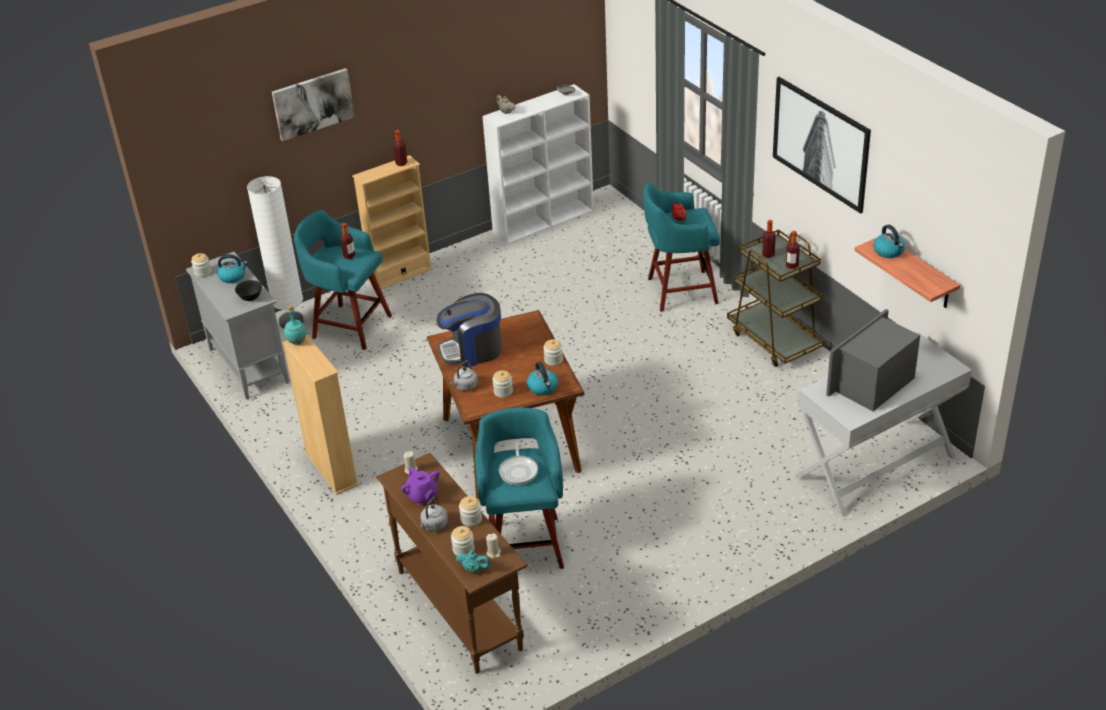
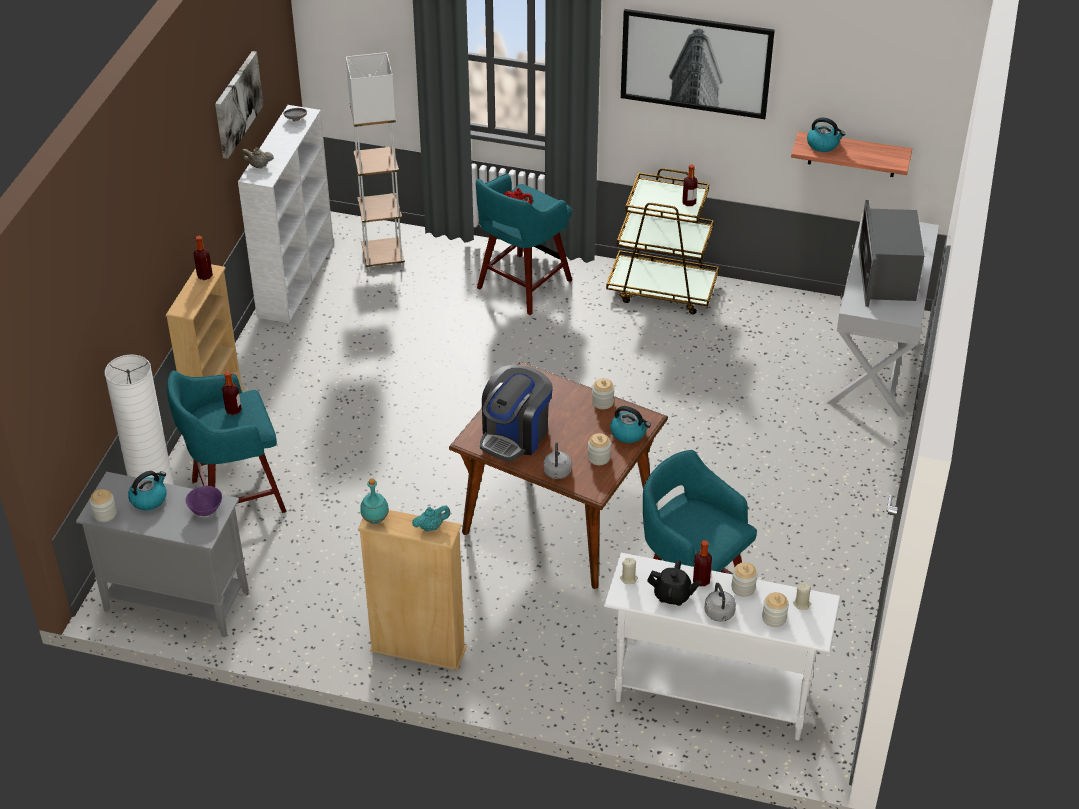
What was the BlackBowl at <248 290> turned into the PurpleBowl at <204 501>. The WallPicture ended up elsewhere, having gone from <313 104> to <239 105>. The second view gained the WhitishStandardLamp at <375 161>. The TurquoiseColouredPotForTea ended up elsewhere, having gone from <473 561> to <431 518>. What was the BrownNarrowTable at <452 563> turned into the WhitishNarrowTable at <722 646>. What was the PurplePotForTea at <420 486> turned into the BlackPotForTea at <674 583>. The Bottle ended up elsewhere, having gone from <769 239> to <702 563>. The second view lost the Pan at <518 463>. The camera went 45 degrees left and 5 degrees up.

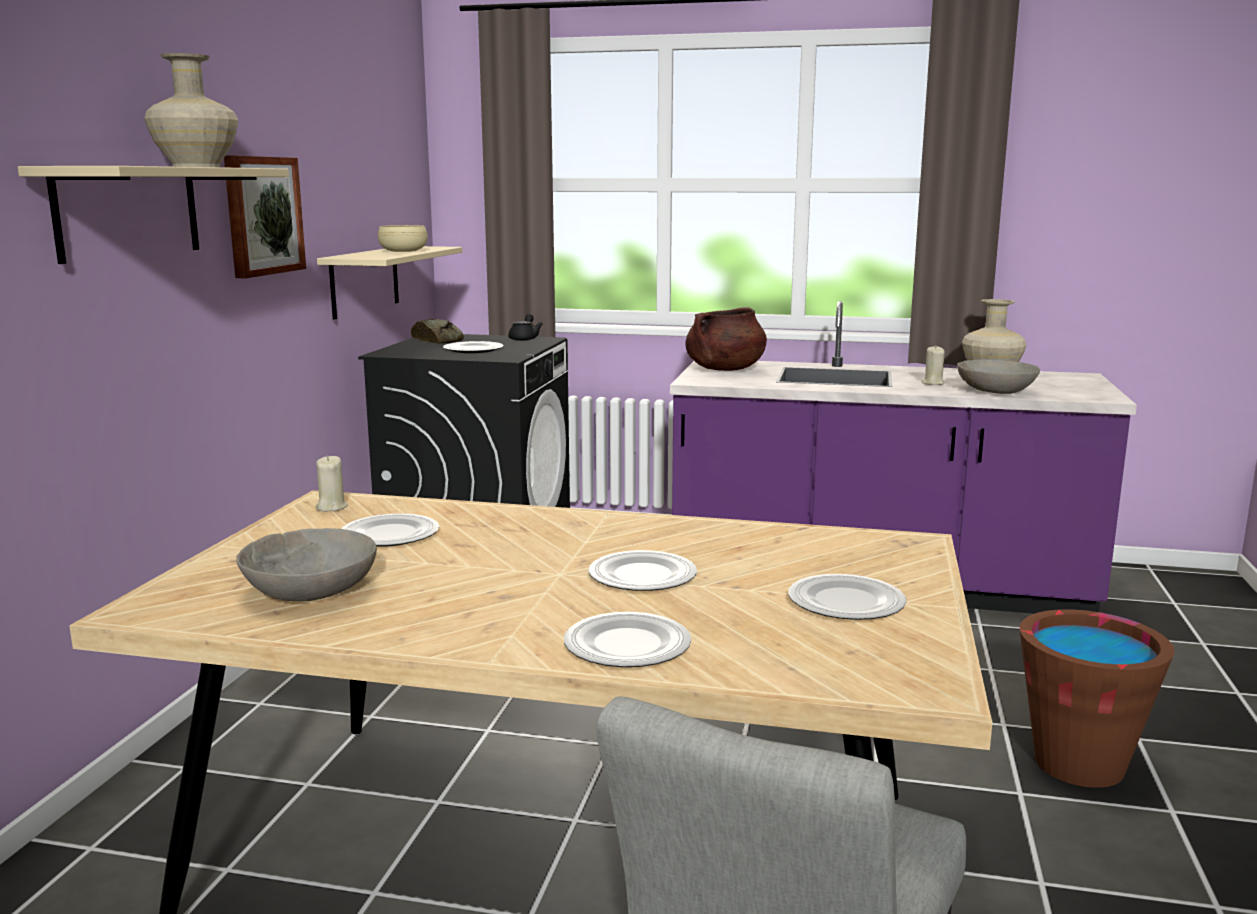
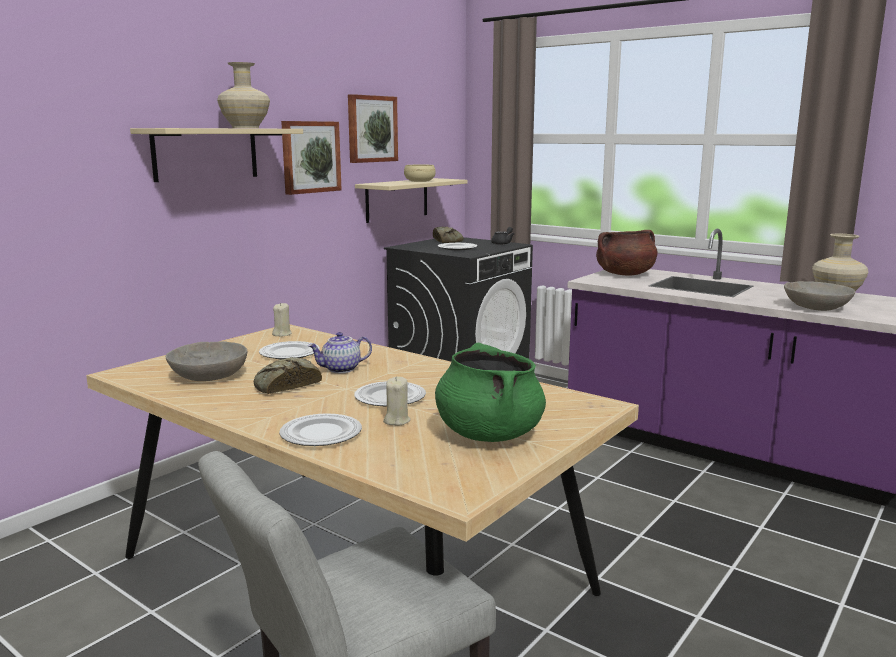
The second view gained the BakedBread at <288 375>. The second view gained the PotForTea at <340 352>. The second view gained the WallPicture at <373 128>. The BeigeWaxLight ended up elsewhere, having gone from <933 365> to <397 401>. Where the FlatDish stood at <847 597>, the GreenColouredCookingPot came to stand at <490 392>. The second view lost the BrownPail at <1097 698>. The camera went 25 degrees right and 0 degrees up.

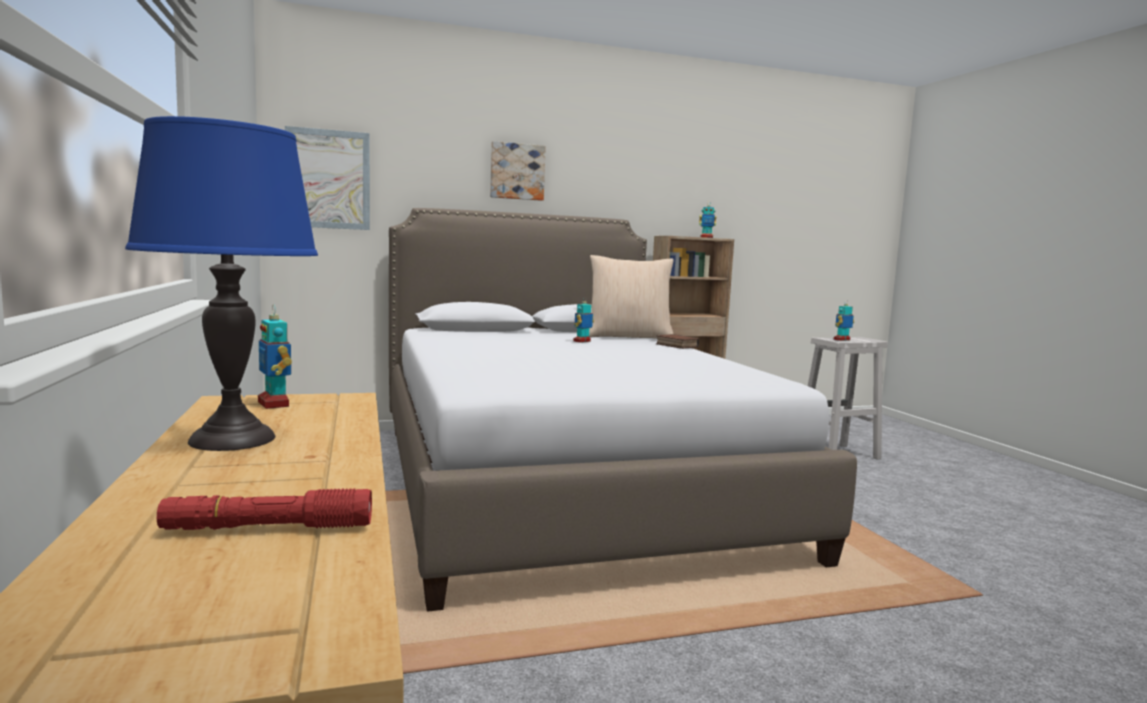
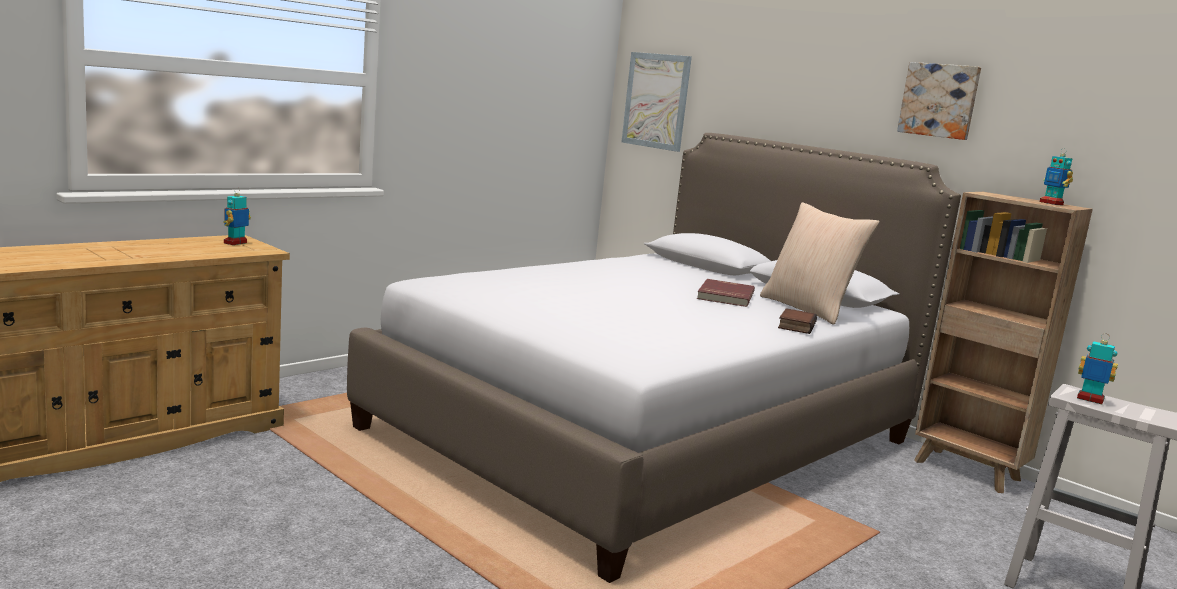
Where the ModelRobot stood at <583 320>, the RedBook came to stand at <726 293>. The WallPicture ended up elsewhere, having gone from <518 171> to <939 101>. The second view lost the BlueColouredLampForATable at <221 283>. The second view lost the RedFlashlight at <264 509>. The camera went 60 degrees right and 5 degrees up.

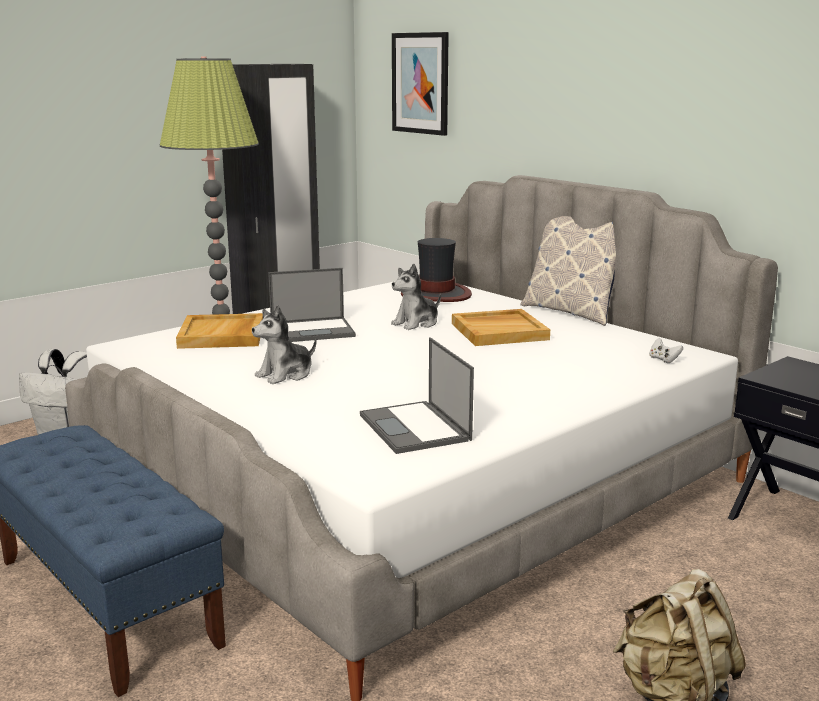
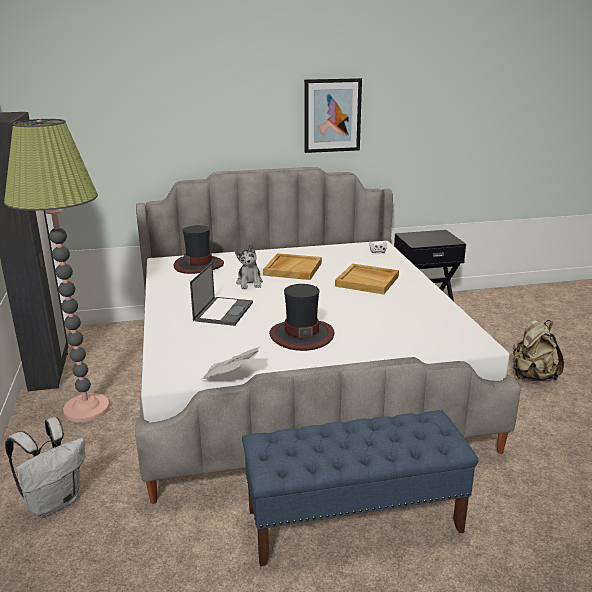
The second view gained the DailyPaper at <231 363>. Where the SoftToy stood at <284 344>, the WearableHat came to stand at <302 317>. The WallPicture ended up elsewhere, having gone from <420 84> to <333 115>. The BeigeTray ended up elsewhere, having gone from <219 331> to <367 278>. The second view lost the PortableComputer at <417 395>. The second view lost the Cushion at <568 271>. The camera went 60 degrees left and 5 degrees up.

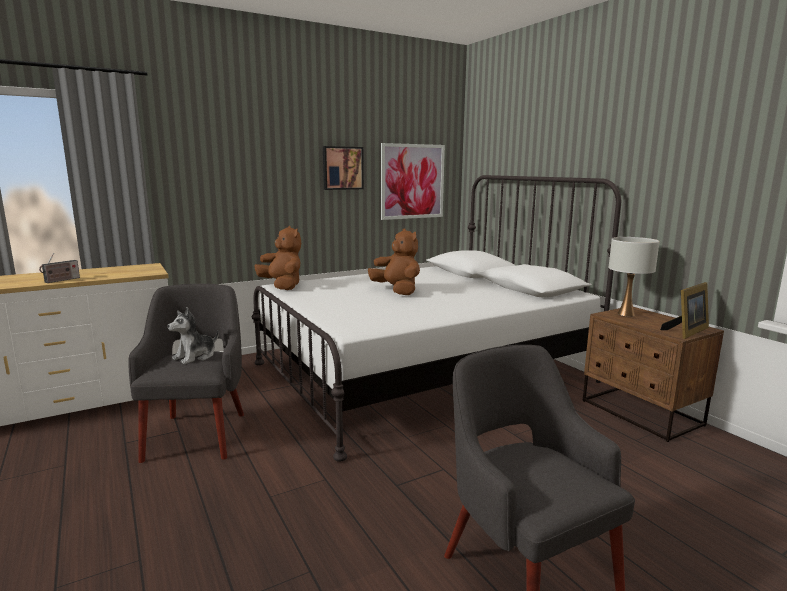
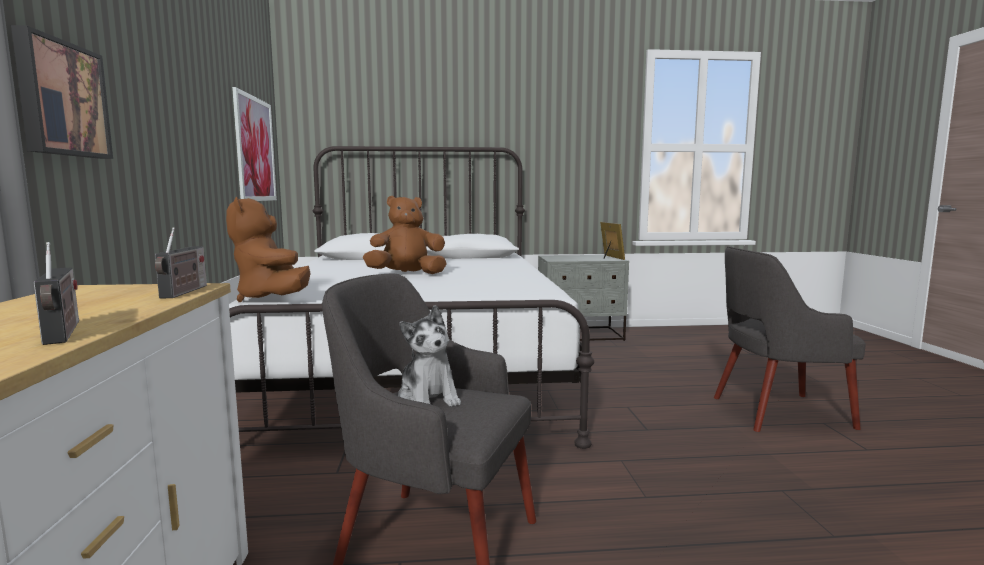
The WallPicture ended up elsewhere, having gone from <343 168> to <62 92>. The second view gained the Radio at <181 262>. The BrownSoftToy at <278 258> ended up facing another way, 105 degrees counterclockwise from before. What was the BrownBedsideTable at <653 374> turned into the GreyishBedsideTable at <583 298>. The second view lost the WhitishLampForATable at <634 277>. The camera went 65 degrees left and 5 degrees down.

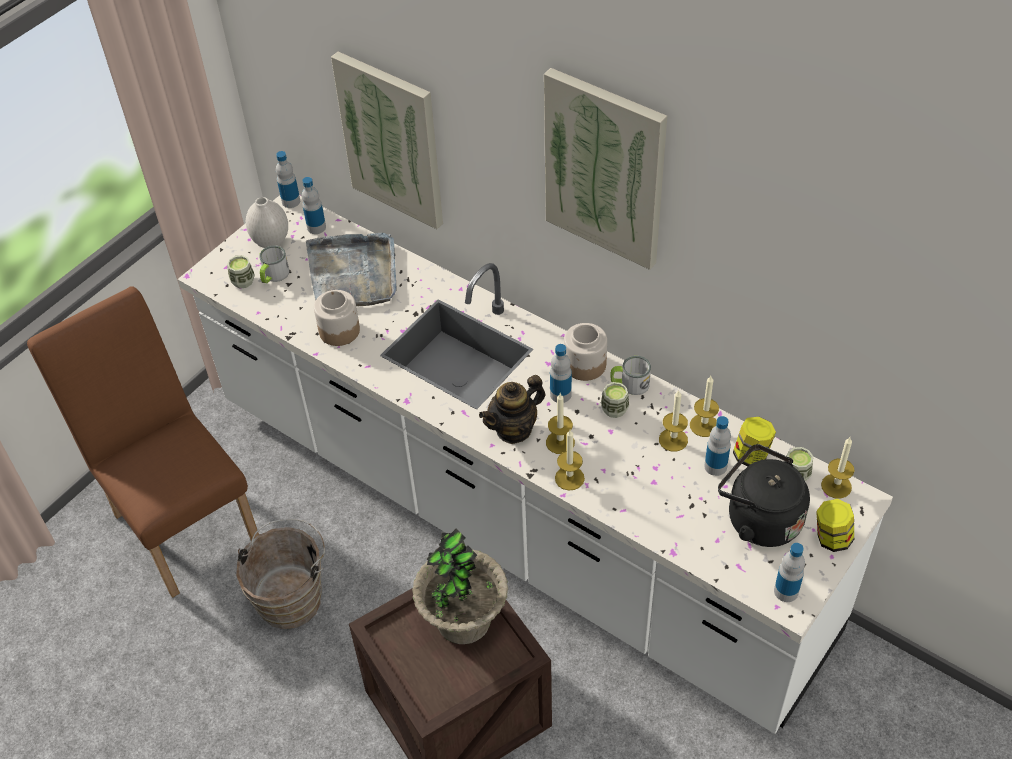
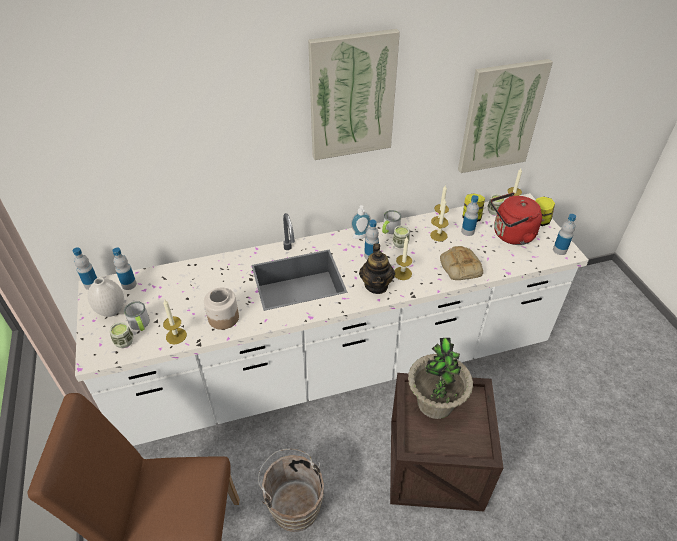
The WaxLight ended up elsewhere, having gone from <570 460> to <175 322>. Where the Jar stood at <585 352>, the SoapBottle came to stand at <361 222>. The second view gained the BakedBread at <461 263>. The WallPicture ended up elsewhere, having gone from <387 140> to <505 116>. What was the BlackTeaKettle at <764 495> turned into the RedTeaKettle at <516 218>. The second view lost the GreyishTray at <351 269>. The camera went 55 degrees left and 5 degrees down.

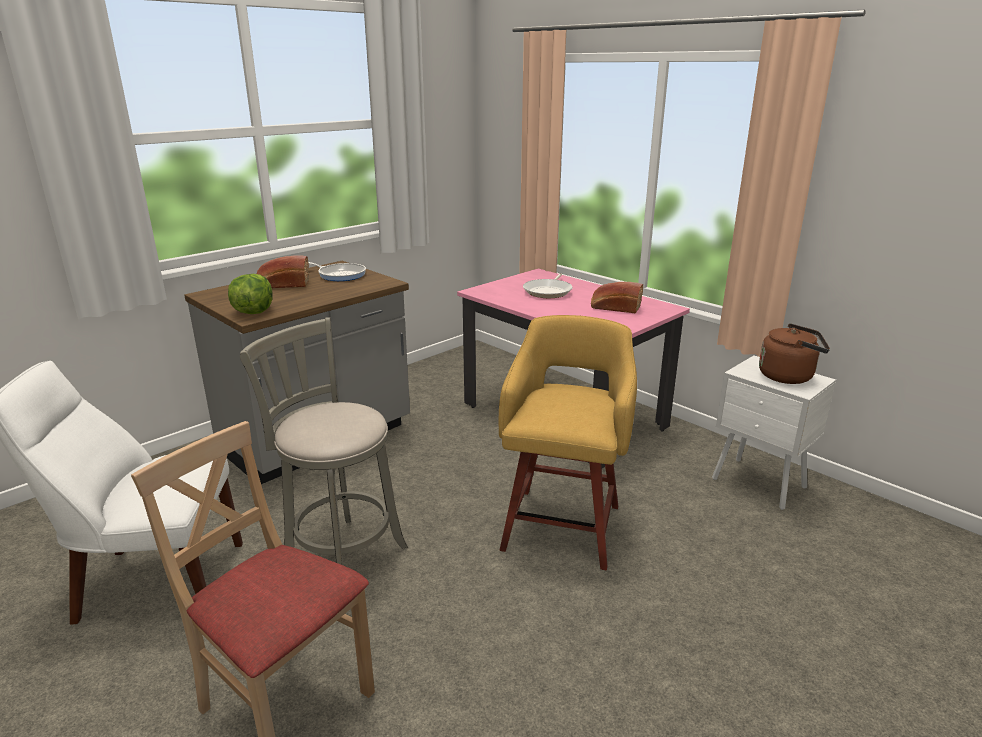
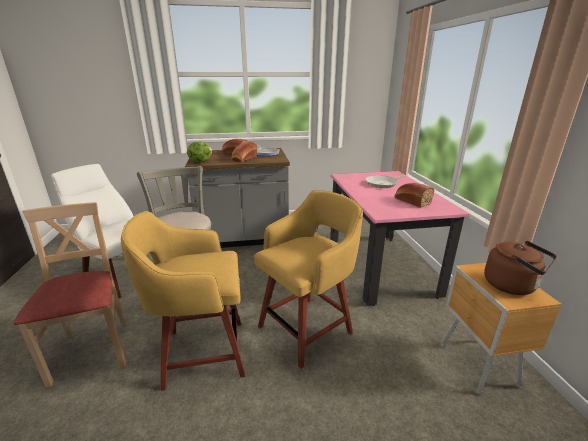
The second view gained the YellowStool at <183 301>. The second view gained the BakedBread at <244 151>. What was the WhitishBedsideTable at <774 433> turned into the BrownBedsideTable at <501 329>. The camera went 35 degrees right and 0 degrees up.

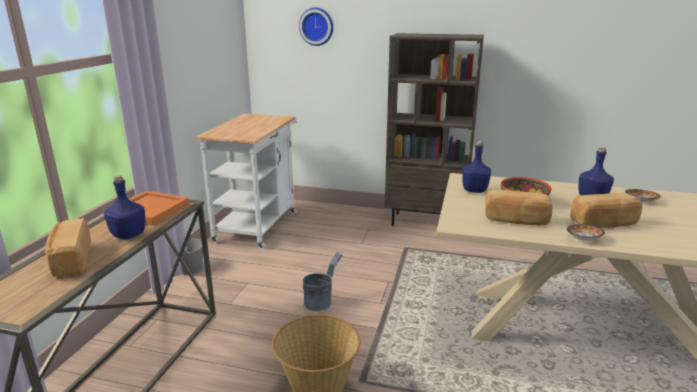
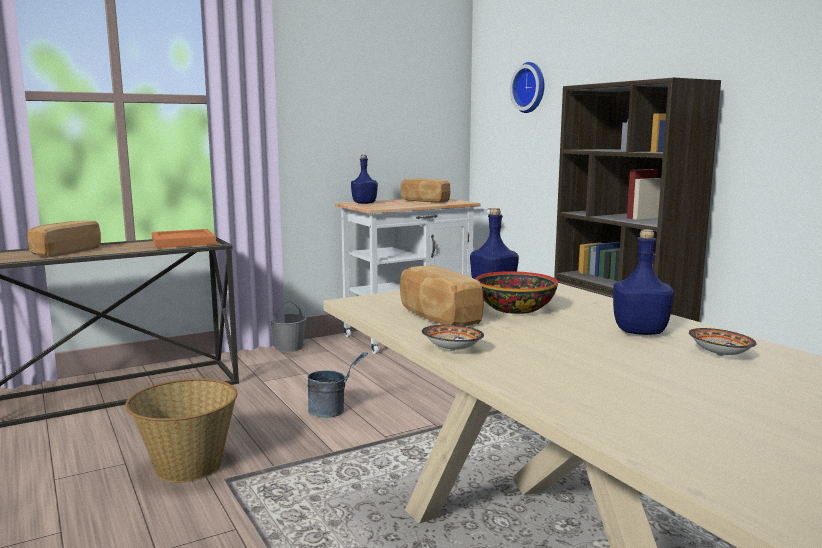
The BlueColouredBottle ended up elsewhere, having gone from <124 207> to <364 179>. The BakedBread ended up elsewhere, having gone from <606 210> to <425 190>. The camera went 45 degrees right and 10 degrees down.

